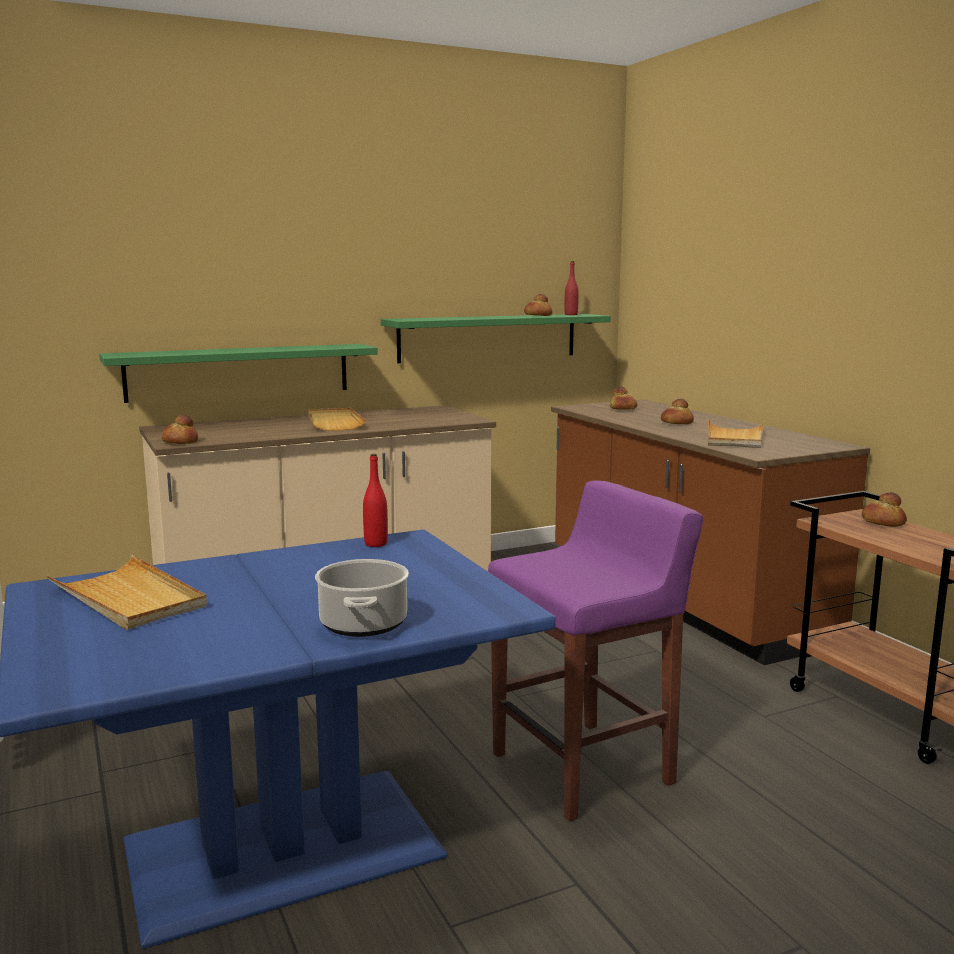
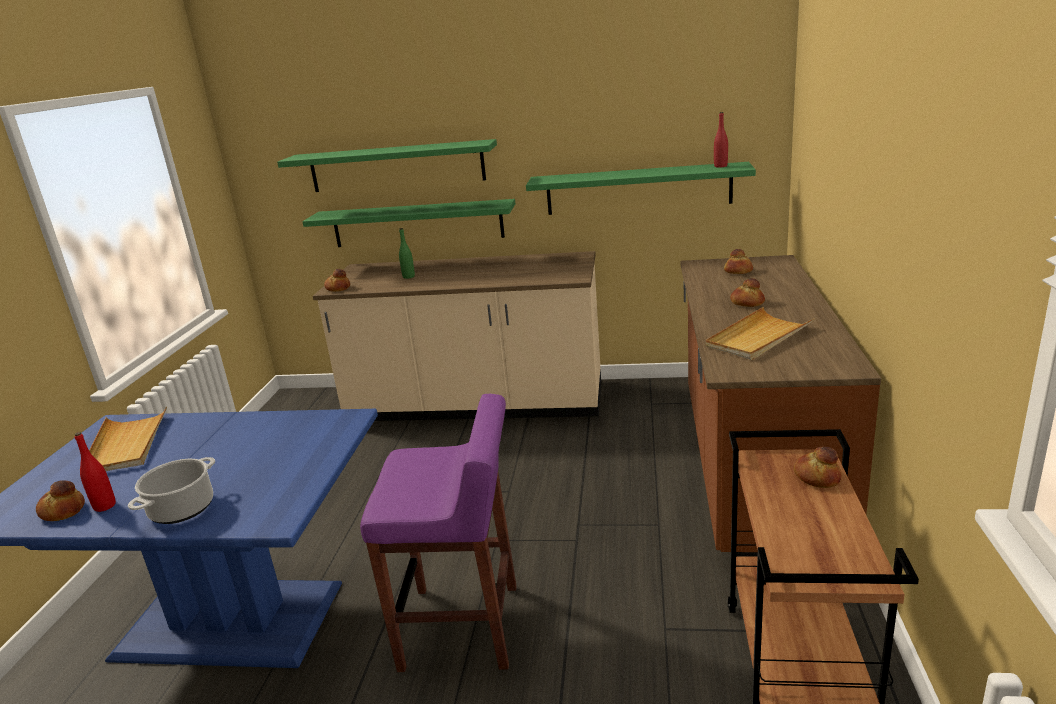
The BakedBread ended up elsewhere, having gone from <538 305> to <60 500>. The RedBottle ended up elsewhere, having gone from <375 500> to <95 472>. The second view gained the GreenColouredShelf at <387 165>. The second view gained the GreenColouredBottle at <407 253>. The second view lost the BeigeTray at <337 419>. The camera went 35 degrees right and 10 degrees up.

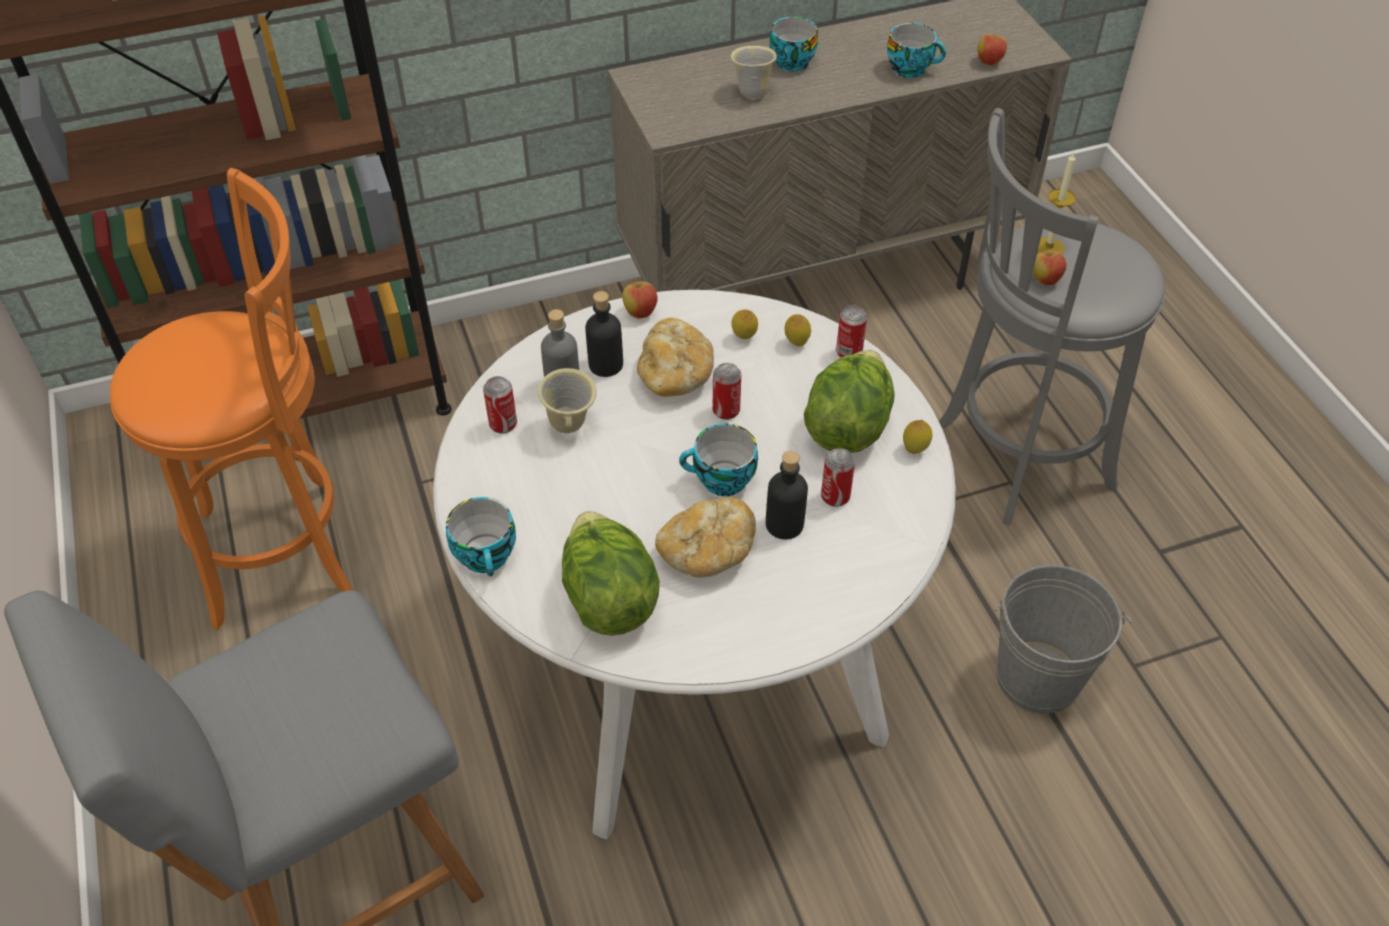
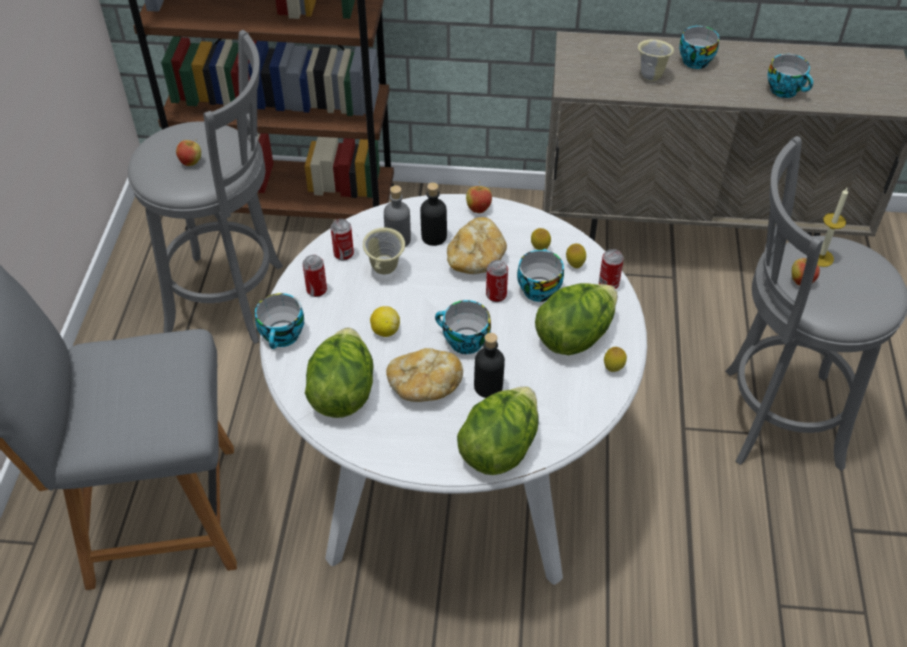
What was the OrangeColouredStool at <232 399> turned into the GreyishStool at <205 187>. The AppleFruit ended up elsewhere, having gone from <992 48> to <188 152>. The Can ended up elsewhere, having gone from <838 477> to <314 276>. The second view gained the WholeLemon at <385 321>. The second view gained the LettuceHead at <497 430>. The second view gained the Cup at <540 275>. The second view lost the GreyishPail at <1063 639>. The camera went 25 degrees right and 0 degrees up.

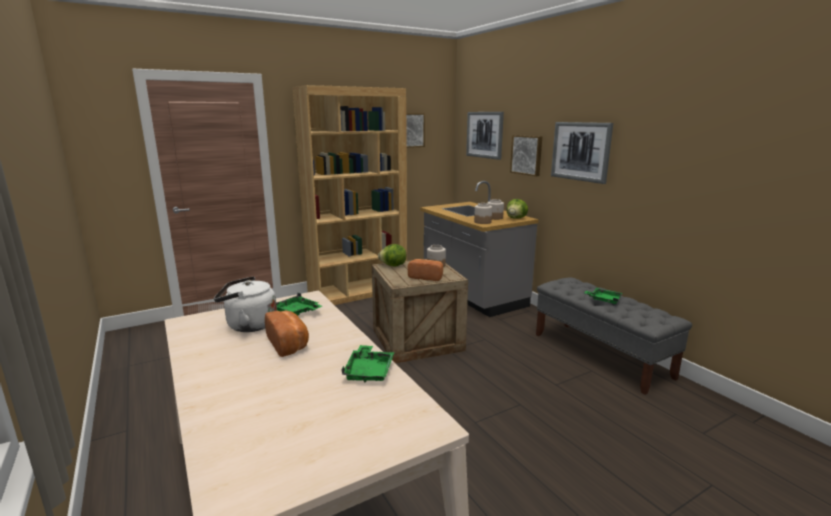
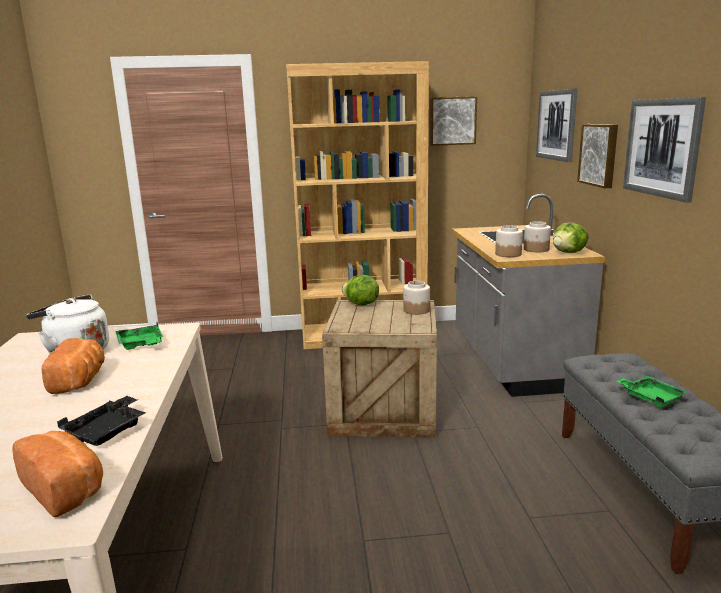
The BakedBread ended up elsewhere, having gone from <425 270> to <57 474>. What was the GreenColouredTray at <367 364> turned into the BlackTray at <101 421>. The camera went 25 degrees right and 0 degrees up.

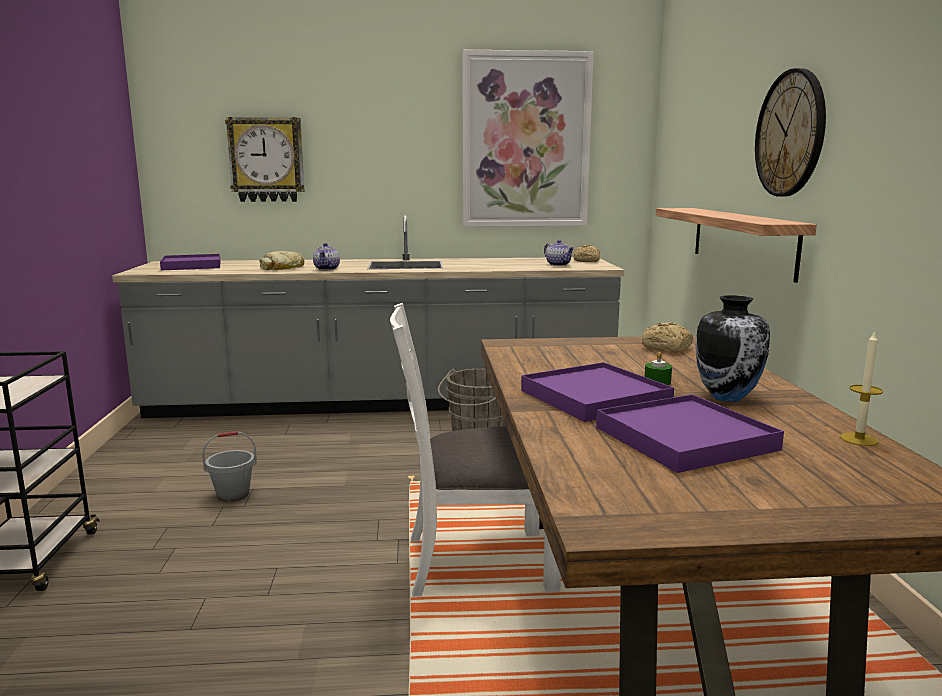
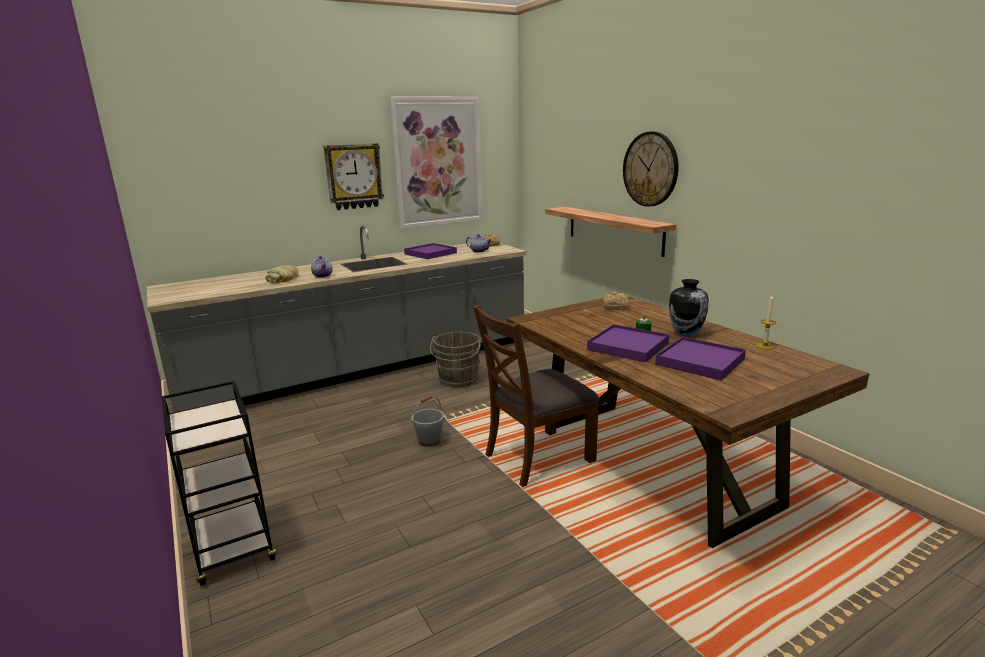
The ClockOnTheWall ended up elsewhere, having gone from <265 159> to <354 176>. The PurpleTray ended up elsewhere, having gone from <190 262> to <430 251>. The GreyishPail ended up elsewhere, having gone from <229 466> to <428 421>. What was the WhitishChair at <475 450> turned into the BrownChair at <536 396>. The camera went 25 degrees left and 5 degrees up.

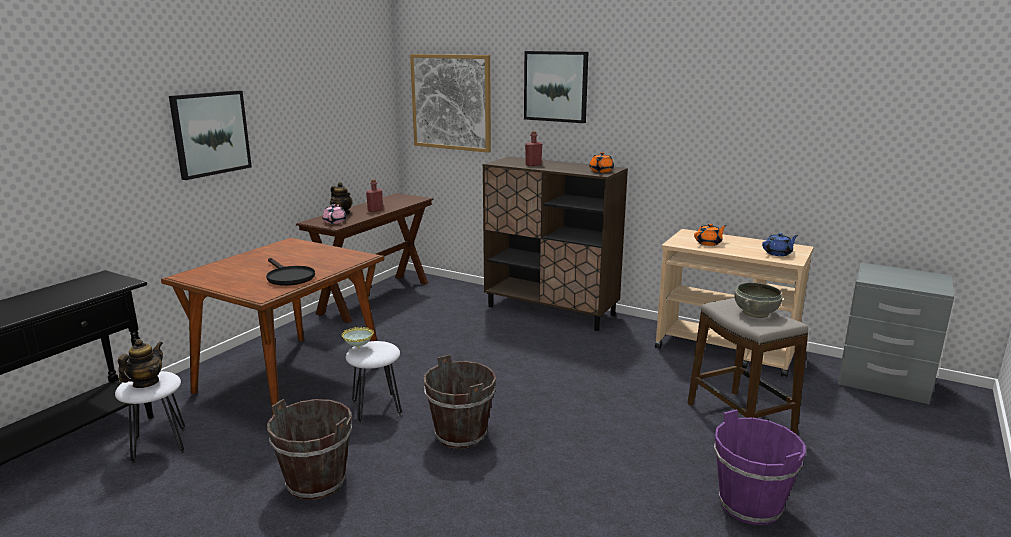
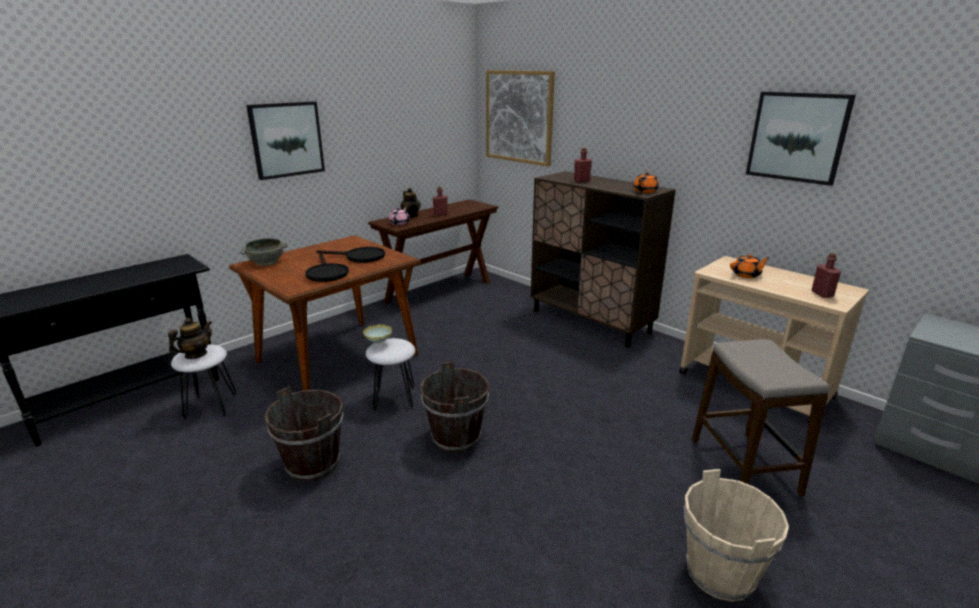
The GreyishBowl ended up elsewhere, having gone from <758 300> to <263 252>. The second view gained the BlackPan at <350 255>. What was the PurplePail at <760 467> turned into the BeigePail at <736 535>. The WallPicture ended up elsewhere, having gone from <556 87> to <801 139>. Where the BlueColouredPotForTea stood at <780 244>, the RedBottle came to stand at <826 275>. The camera went 15 degrees right and 5 degrees up.

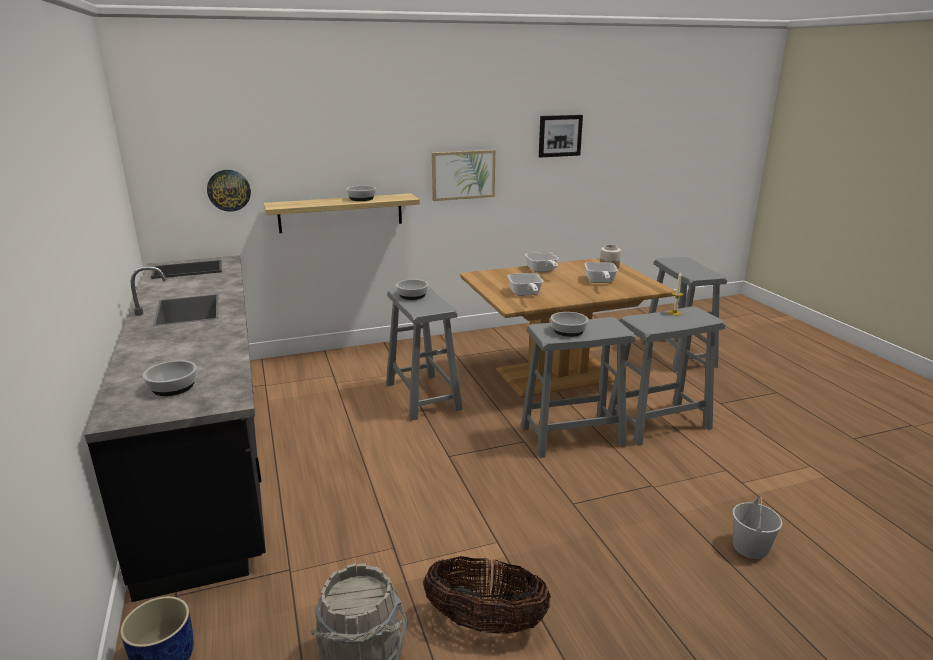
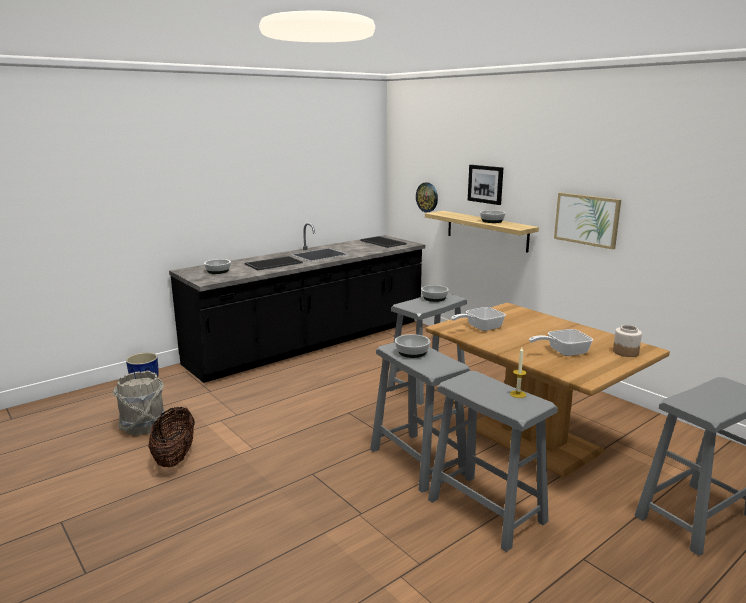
The second view gained the Tray at <274 263>. The WallPicture ended up elsewhere, having gone from <561 136> to <485 185>. The second view lost the Pan at <542 262>. The second view lost the WhitishPail at <757 527>. The camera went 70 degrees right and 5 degrees down.

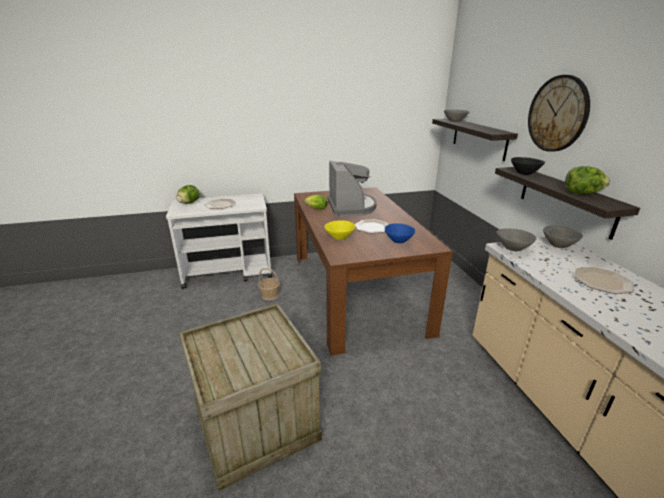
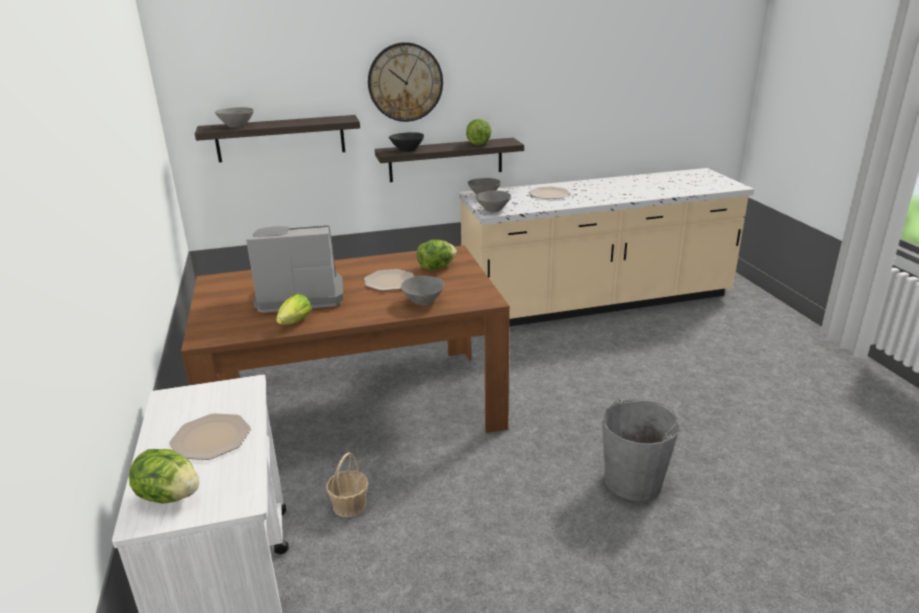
What was the YellowBowl at <339 230> turned into the GreyishBowl at <422 290>. Where the BlueColouredBowl stood at <400 233>, the LettuceHead came to stand at <437 255>. Where the Crate stood at <250 397>, the GreyishPail came to stand at <641 450>. The camera went 90 degrees left and 0 degrees up.

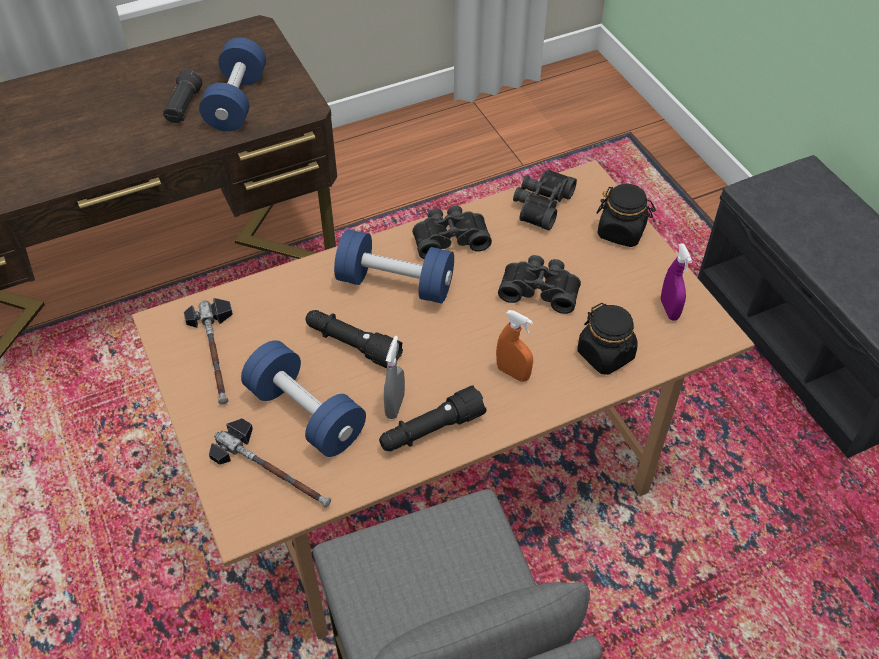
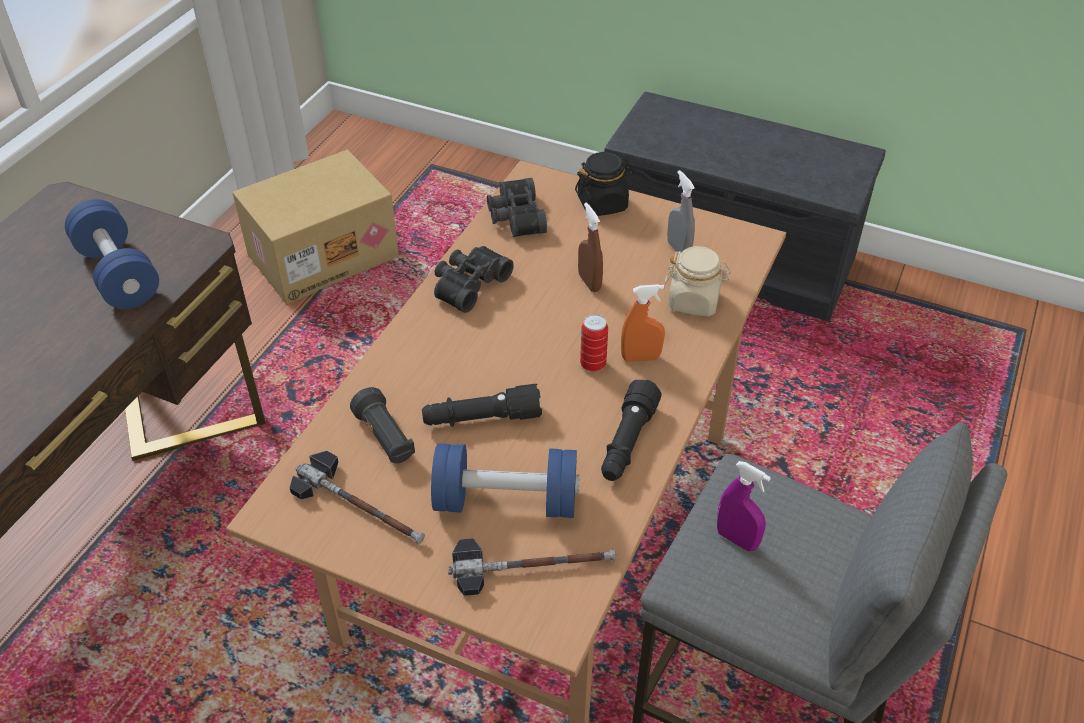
The second view gained the Carton at <315 227>. The BlackFlashlight ended up elsewhere, having gone from <182 96> to <382 425>. Where the BlackPairOfBinoculars stood at <539 284>, the BrownSprayer came to stand at <590 247>. The second view gained the Can at <594 343>. What was the BlackJar at <607 339> turned into the BeigeJar at <698 281>. The GreyishSprayer ended up elsewhere, having gone from <394 377> to <681 211>. The PurpleSprayer ended up elsewhere, having gone from <676 282> to <744 506>. The second view lost the BlueColouredFreeWeight at <394 266>. The camera went 40 degrees left and 5 degrees down.

